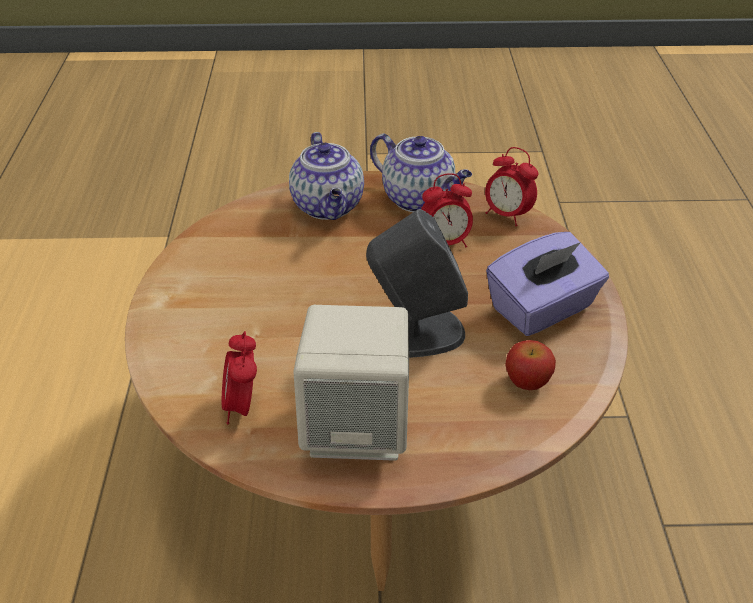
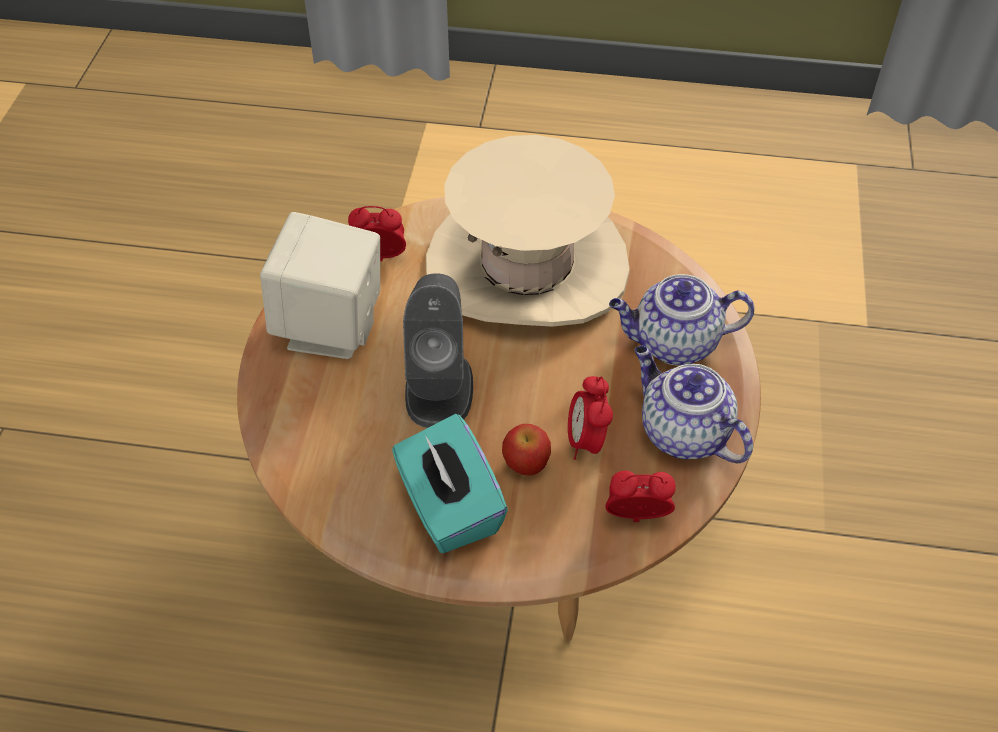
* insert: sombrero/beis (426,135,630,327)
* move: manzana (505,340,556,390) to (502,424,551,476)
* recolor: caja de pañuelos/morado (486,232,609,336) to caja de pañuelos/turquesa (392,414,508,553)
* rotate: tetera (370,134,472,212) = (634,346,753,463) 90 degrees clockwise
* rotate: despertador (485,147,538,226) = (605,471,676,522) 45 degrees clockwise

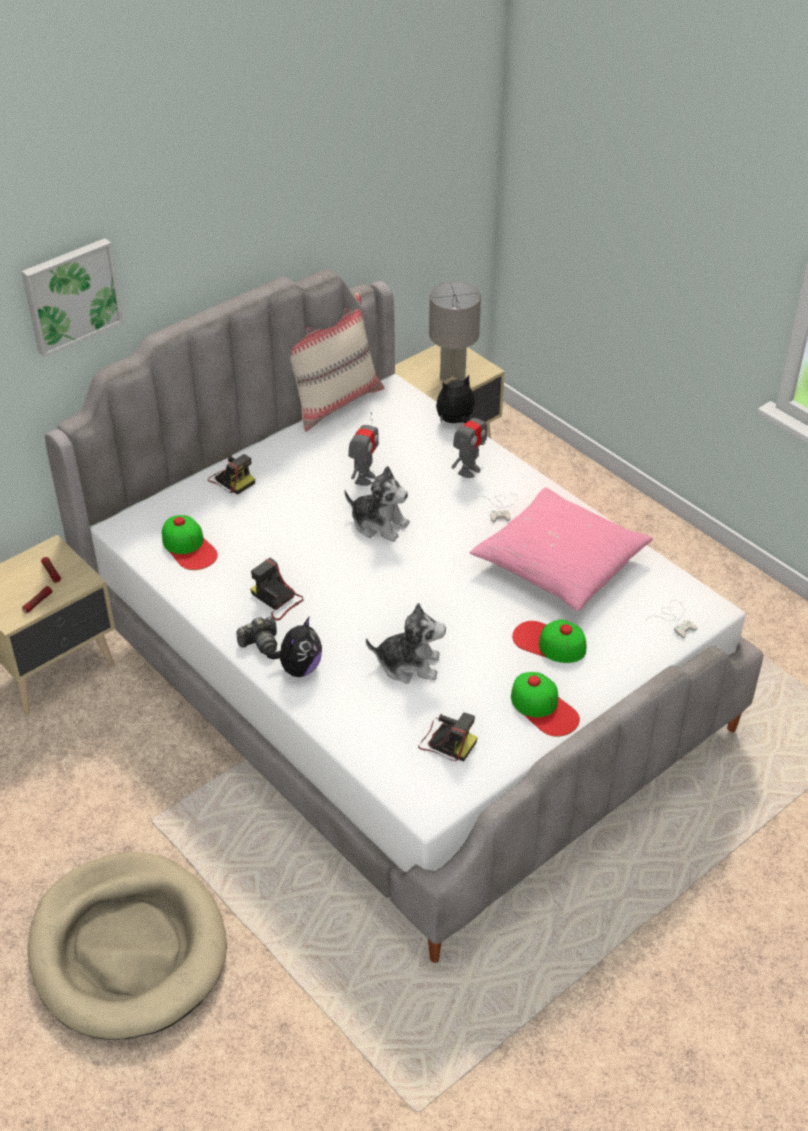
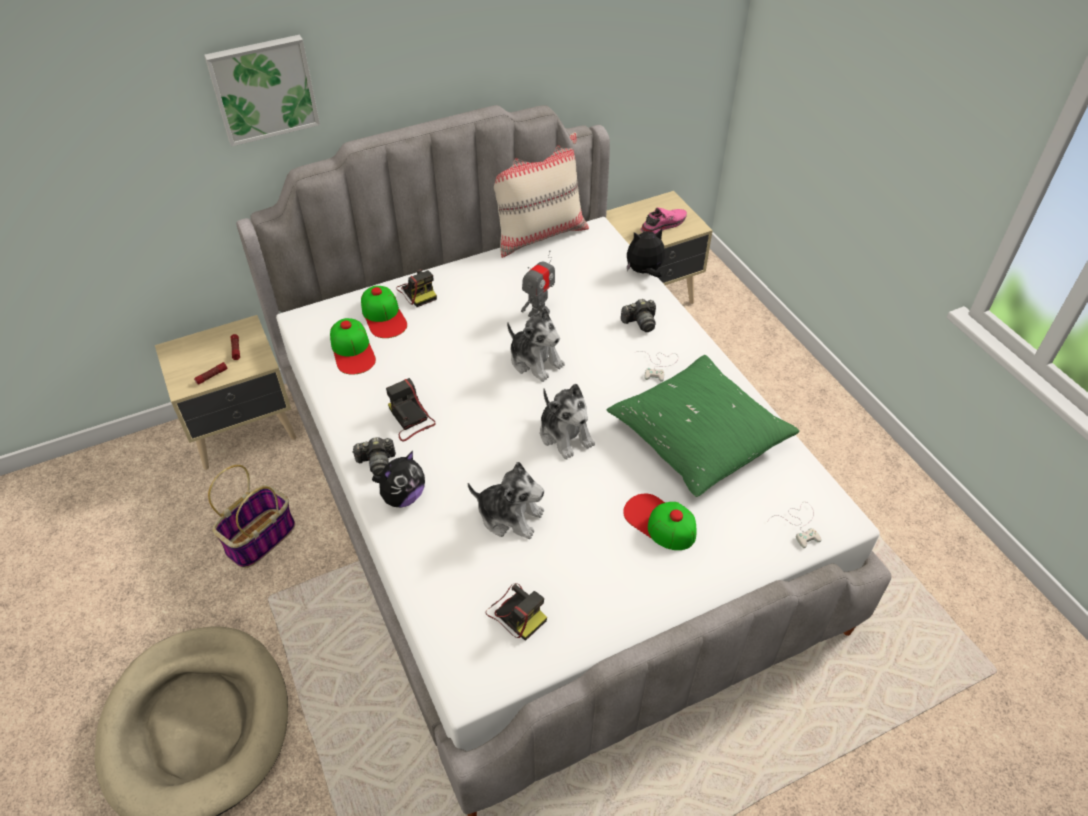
* insert: cesta (208,465,295,568)
* insert: peluche (540,384,595,459)
* move: gorra (511,672,580,737) to (361,286,407,338)
* replace: lámpara de mesa/gris (429,282,481,381) to zapato/rosa (640,207,687,234)
* replace: robot de juguete (451,407,487,478) to cámara (621,299,656,332)
* recolor: cojín/rosa (470,487,653,611) to cojín/verde (607,355,799,497)

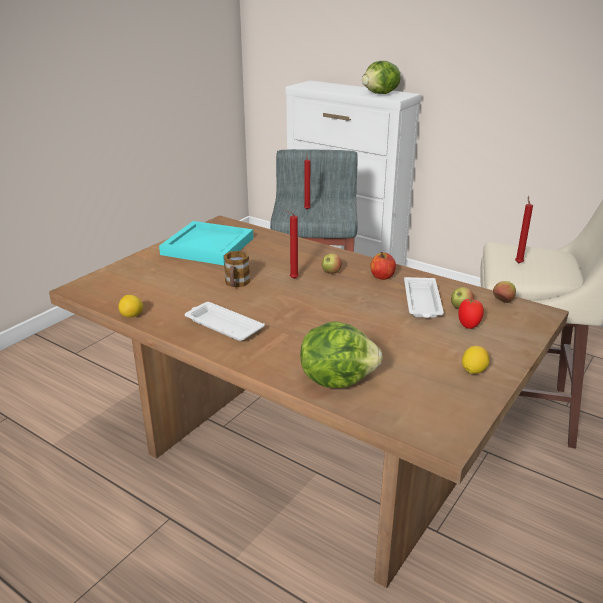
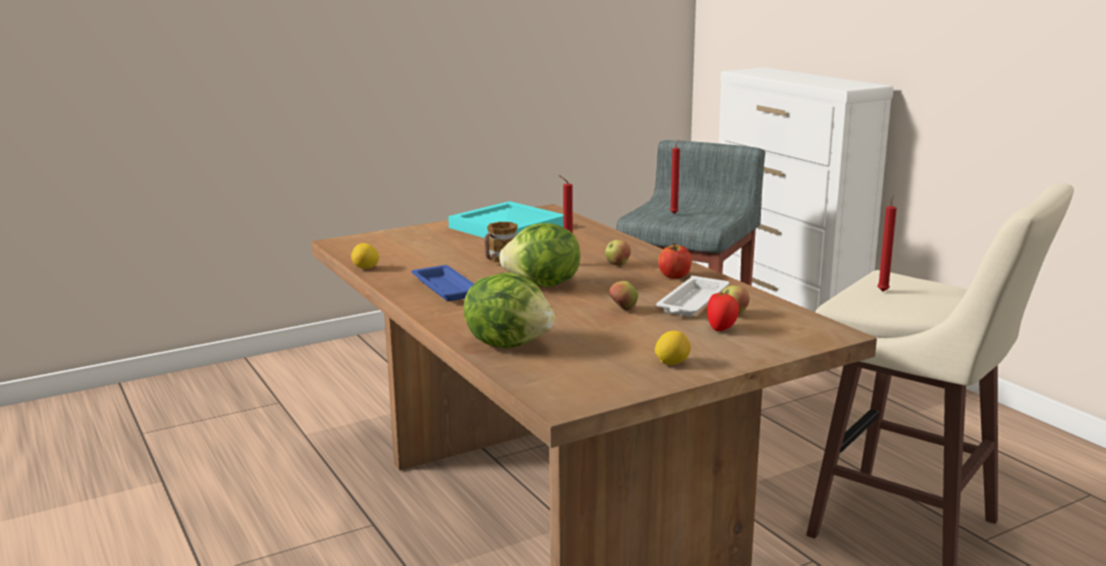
* move: lechuga (362,61,401,94) to (499,223,580,287)
* move: manzana (493,281,516,303) to (609,281,638,310)
* recolor: bandeja/blanco (185,302,265,341) to bandeja/azul (411,265,474,301)

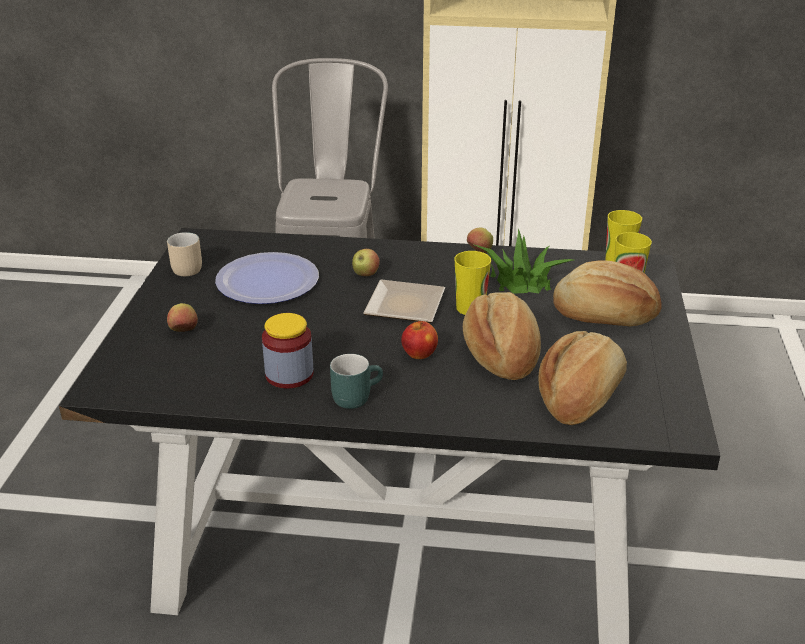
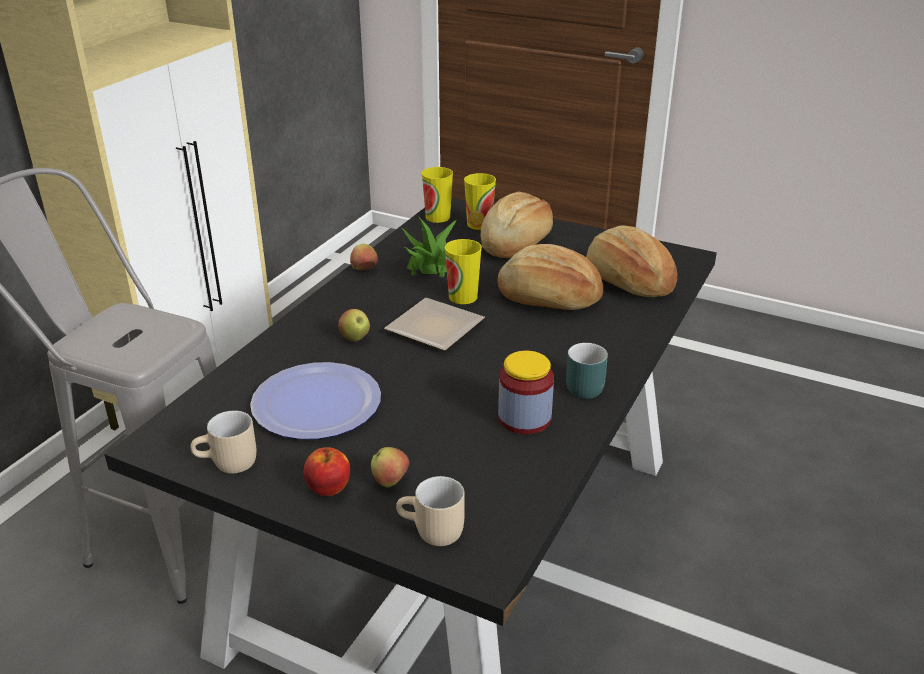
* insert: taza grande/beis (396,476,465,546)
* move: manzana (401,321,438,359) to (304,447,350,496)

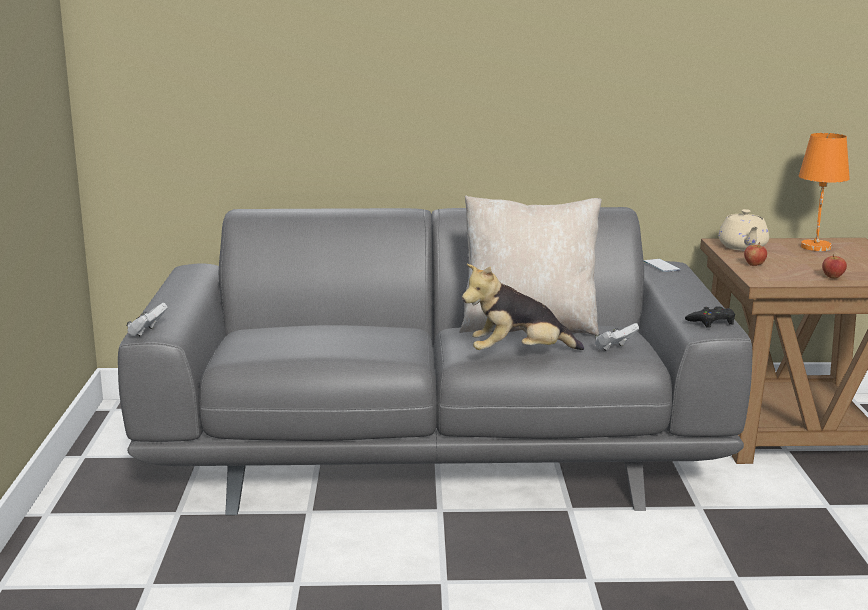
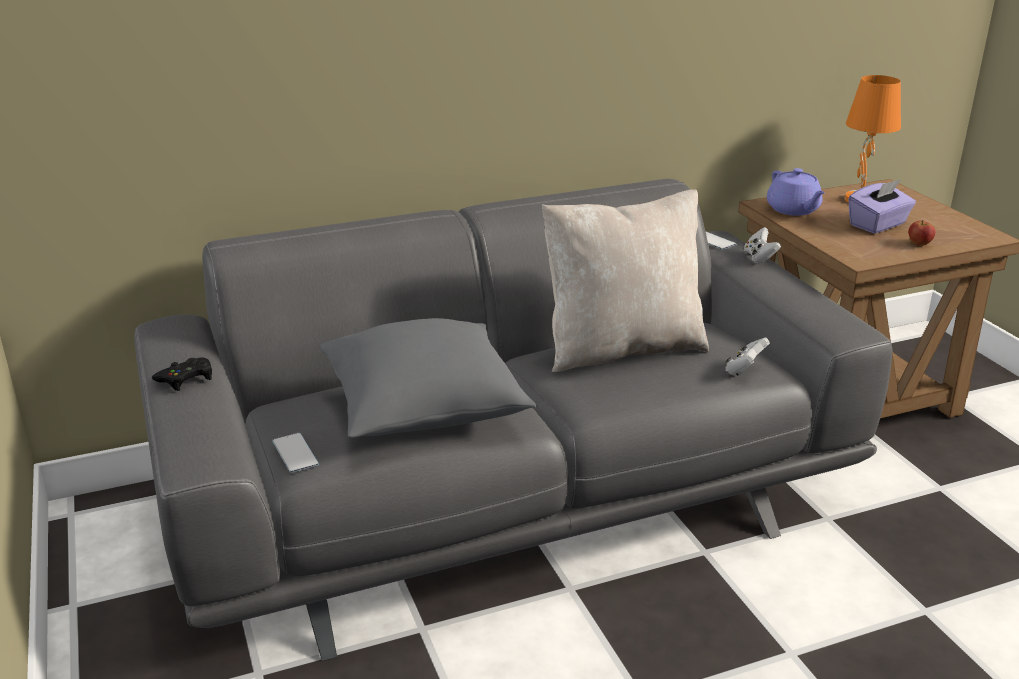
* delete: peluche (462,264,584,350)
* delete: manzana (744,242,767,266)
* insert: móvil (272,433,319,473)
* insert: cojín/gris (319,318,536,438)
* insert: caja de pañuelos/morado (849,179,916,234)
* move: mando de consola/blanco (126,303,168,337) to (744,227,781,264)
* move: mando de consola/negro (685,306,735,328) to (152,358,212,391)
* recolor: tetera/beis (719,209,769,251) to tetera/morado (767,168,825,216)

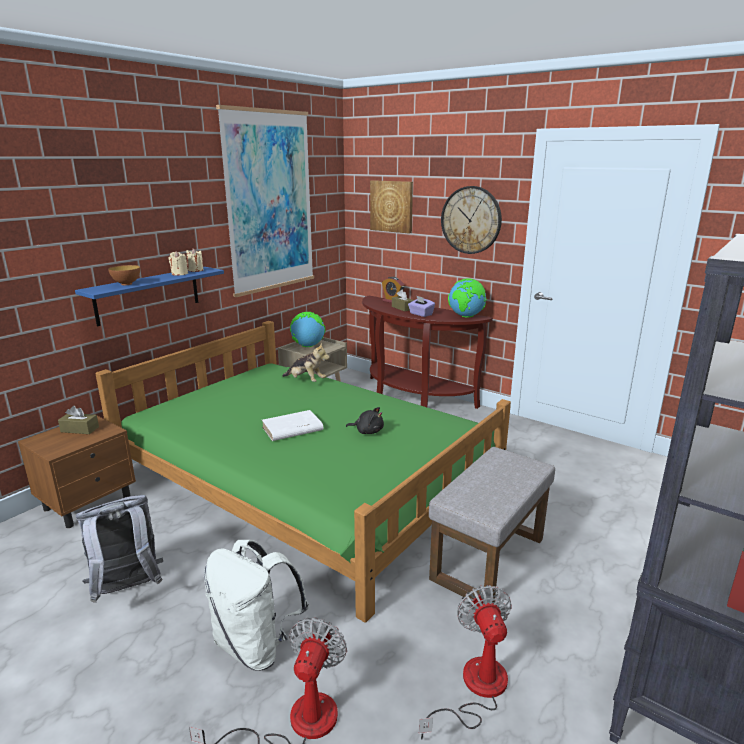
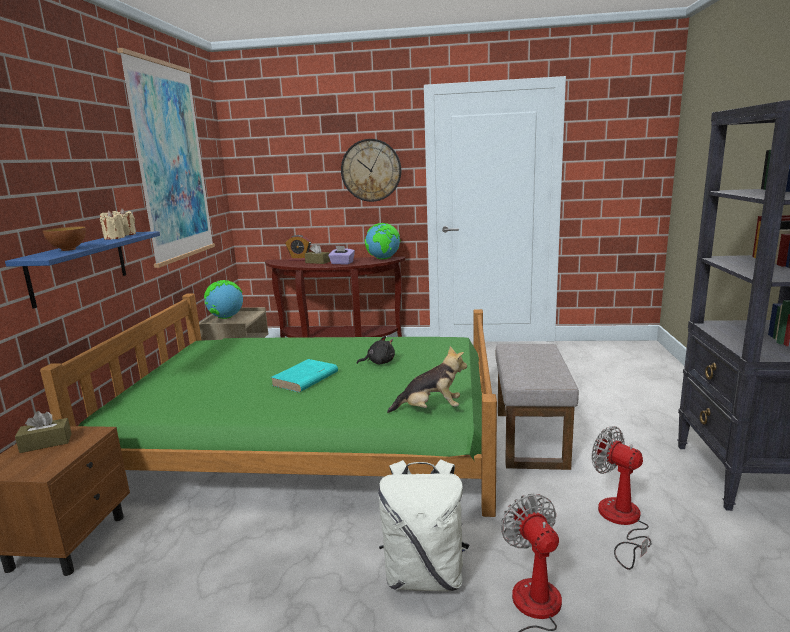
* delete: mochila/gris (76,495,163,603)
* delete: cuadro (370,180,413,234)
* move: peluche (282,342,330,382) to (387,346,467,413)
* recolor: libro/blanco (262,410,323,441) to libro/turquesa (270,359,338,392)

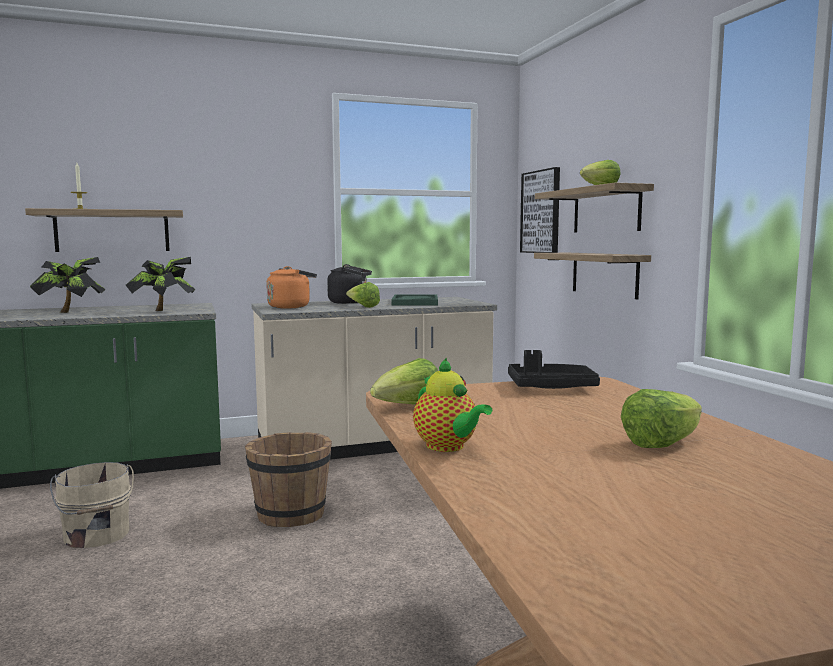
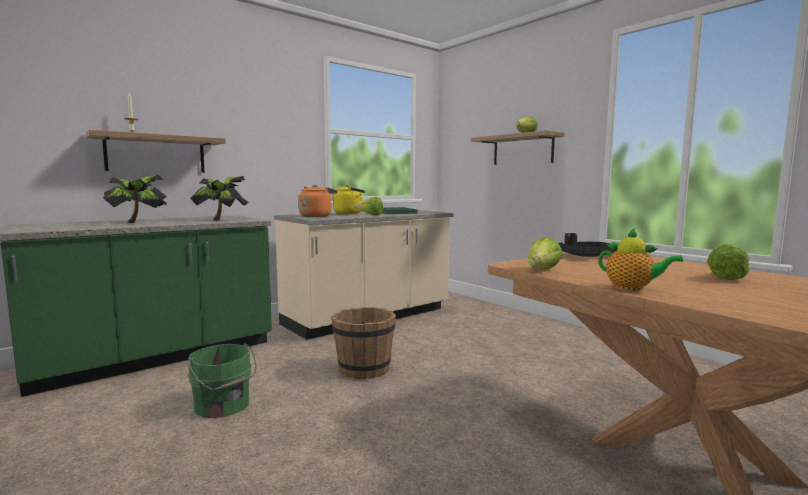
* delete: cuadro (520,167,560,253)
* delete: estante (534,253,651,299)
* recolor: cubo/beis (50,462,134,548) to cubo/verde (188,343,256,418)
* recolor: hervidor/negro (327,264,372,304) to hervidor/amarillo (333,185,365,214)

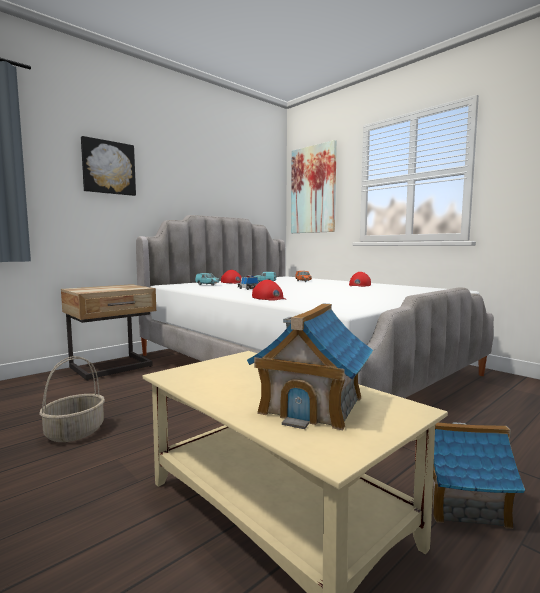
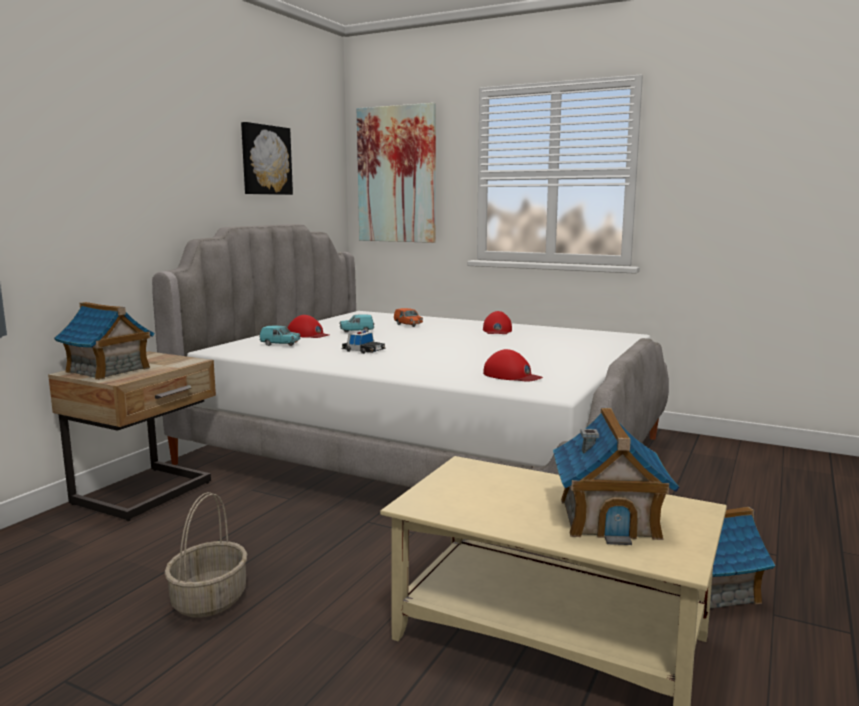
* insert: casita (54,302,154,380)
* move: cuadro (81,136,136,196) to (241,122,293,195)
* move: gorra/rojo (252,280,286,301) to (483,349,543,382)

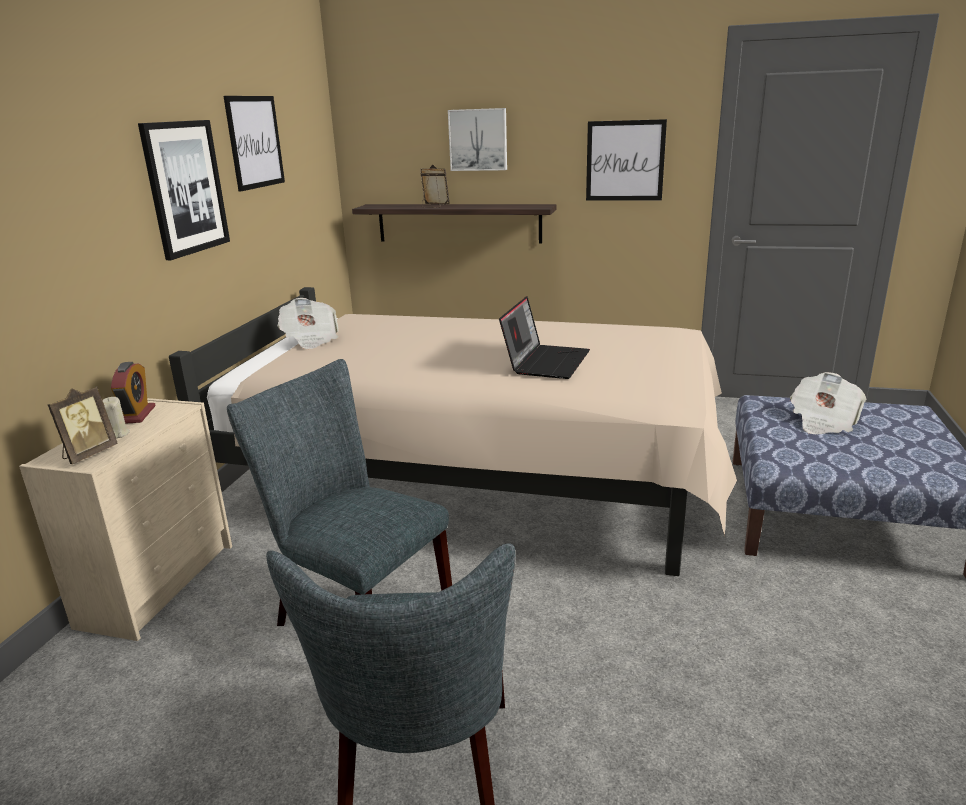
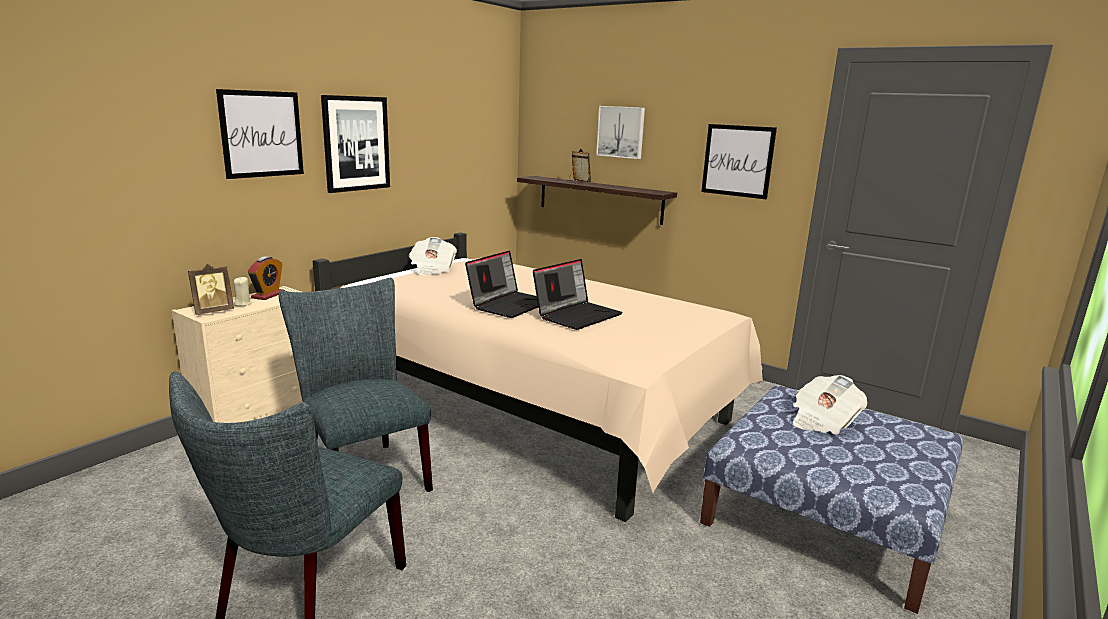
* insert: portátil (465,251,538,318)
* move: cuadro (223,96,285,192) to (216,89,304,179)

